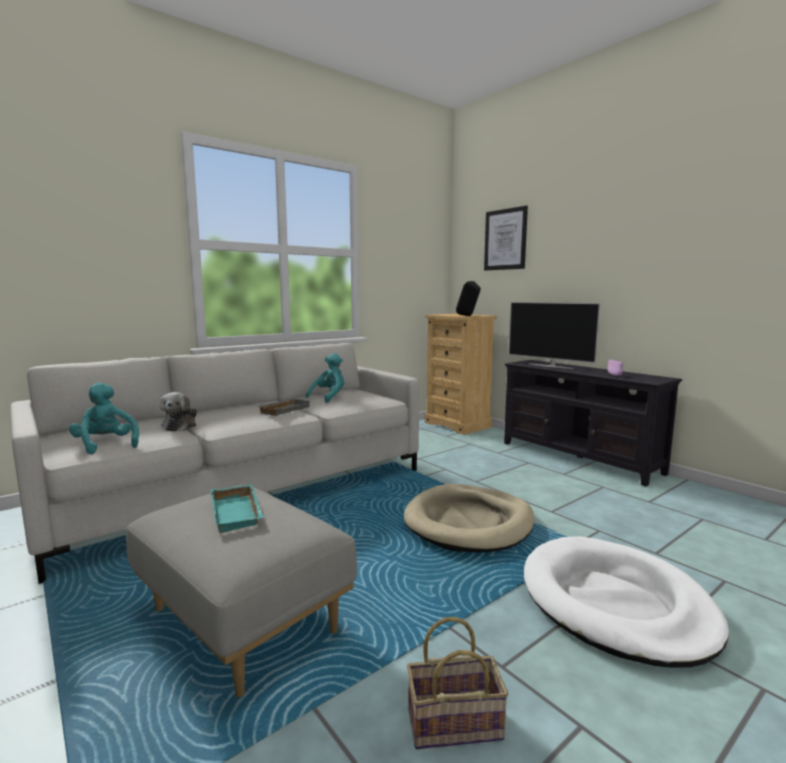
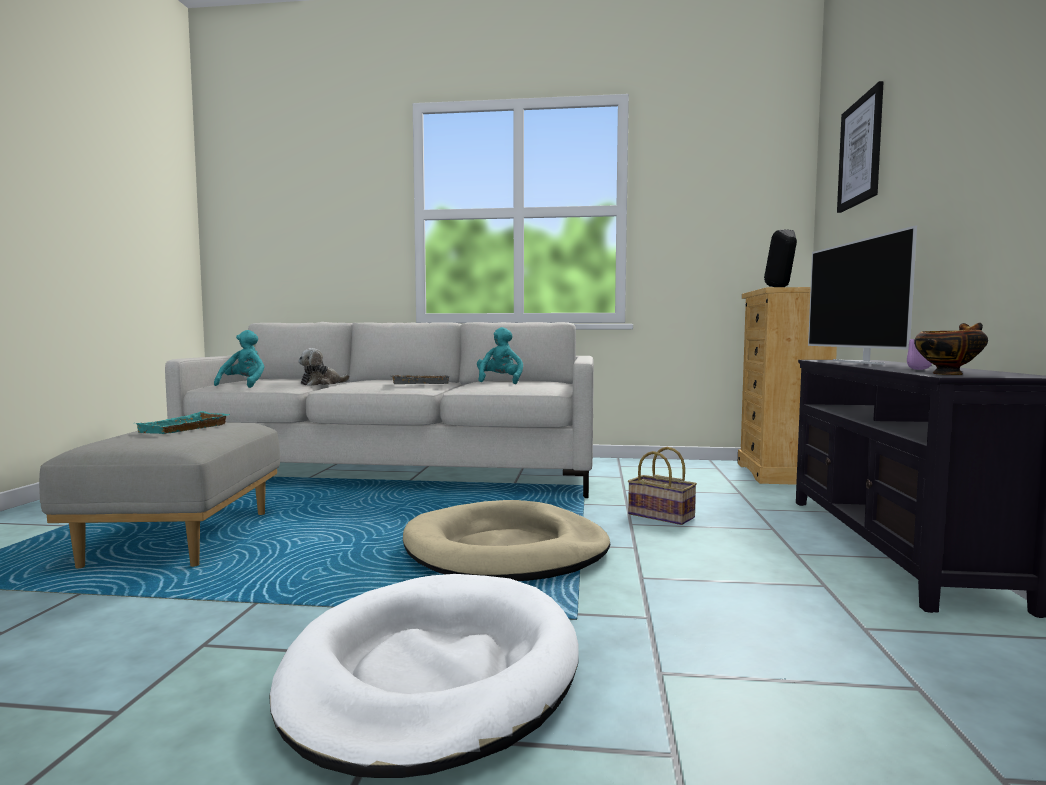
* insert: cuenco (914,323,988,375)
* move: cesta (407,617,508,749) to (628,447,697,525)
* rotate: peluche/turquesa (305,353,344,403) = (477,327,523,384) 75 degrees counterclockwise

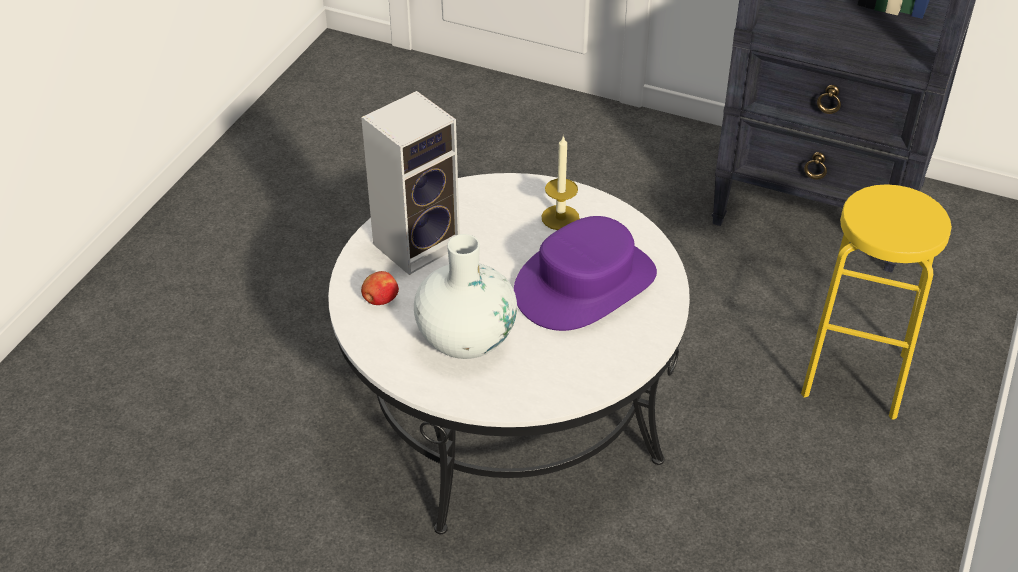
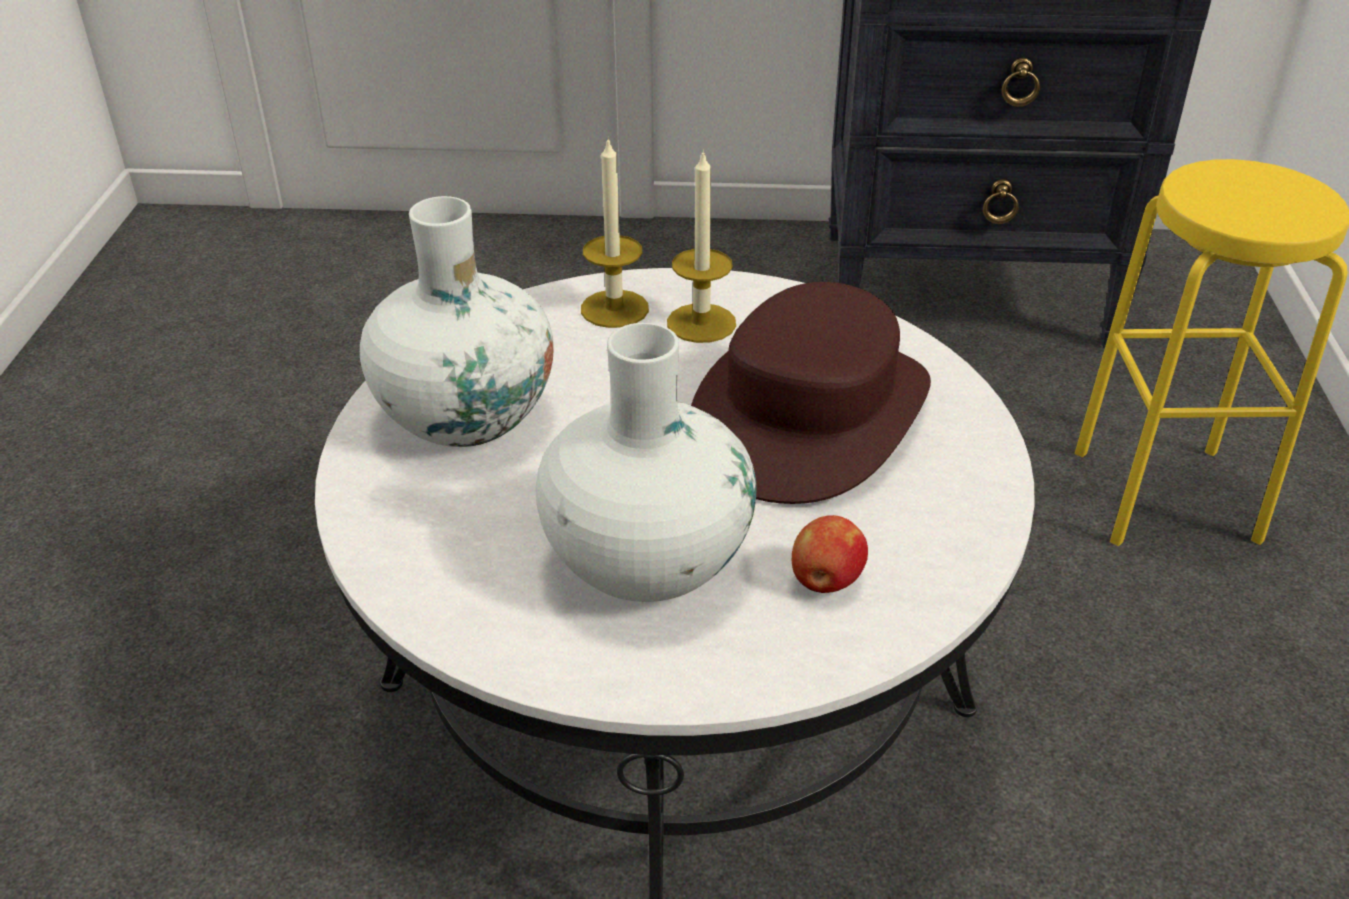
* insert: vela (581,136,649,328)
* move: manzana (361,271,399,305) to (792,515,868,593)
* replace: altavoz (361,91,460,275) to florero/blanco (360,196,553,447)
* recolor: sombrero/morado (514,216,657,331) to sombrero/marrón (691,282,931,504)

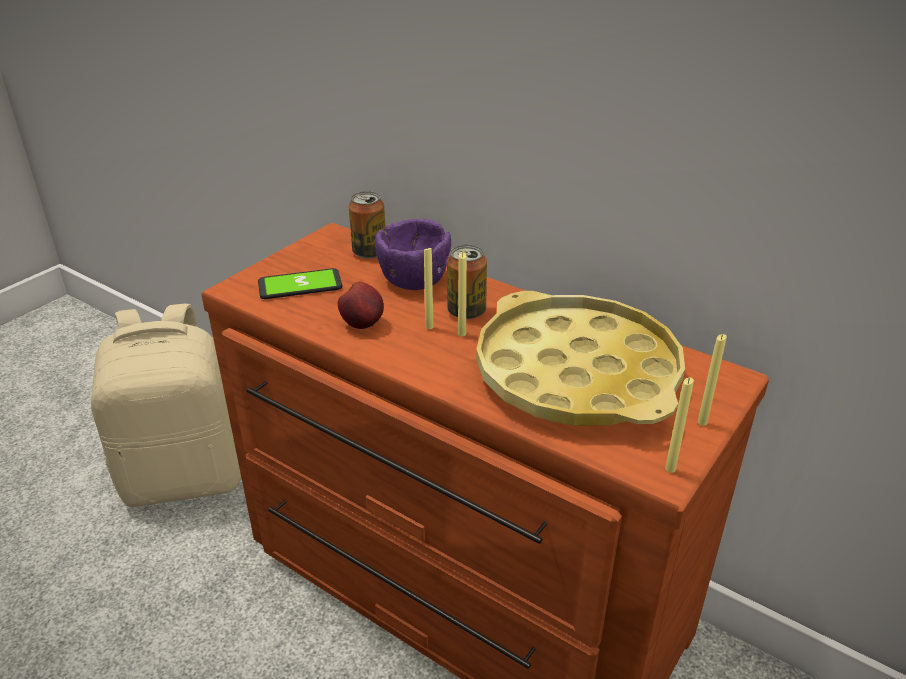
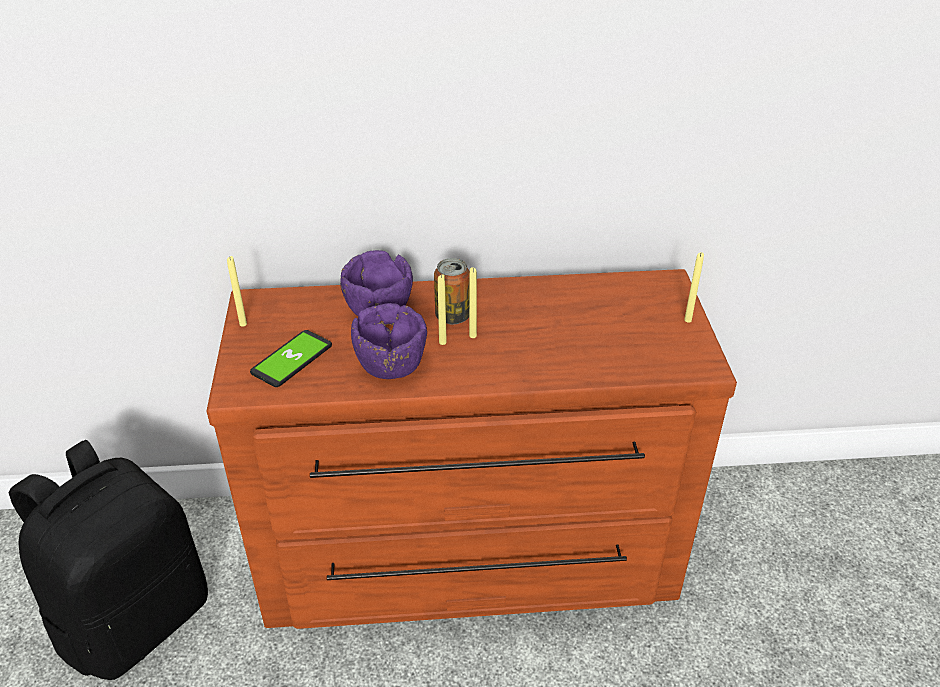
* delete: lata (348,191,385,258)
* delete: bandeja/amarillo (476,291,685,426)
* move: vela/amarillo (665,378,694,473) to (227,256,247,327)
* replace: manzana (338,282,384,329) to cuenco/morado (351,303,427,379)
* recolor: mochila/beis (91,304,242,507) to mochila/negro (9,440,208,680)

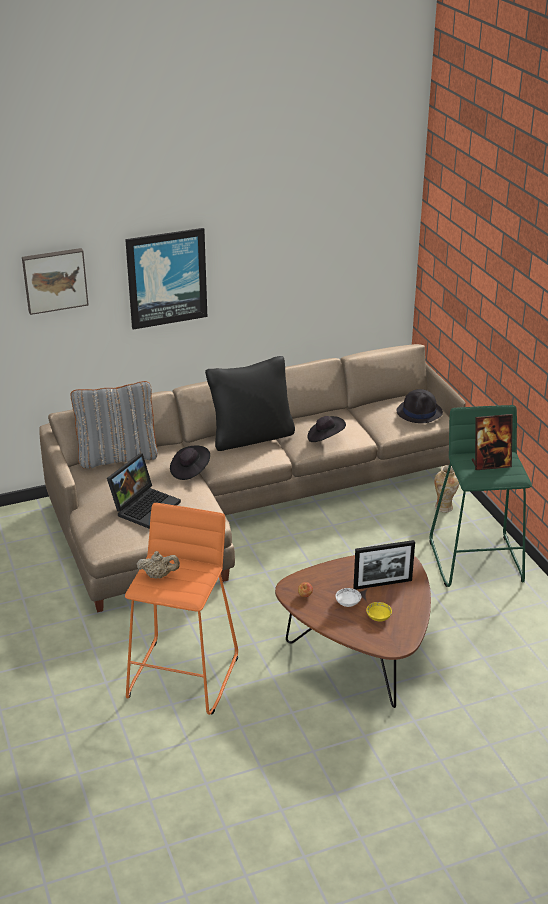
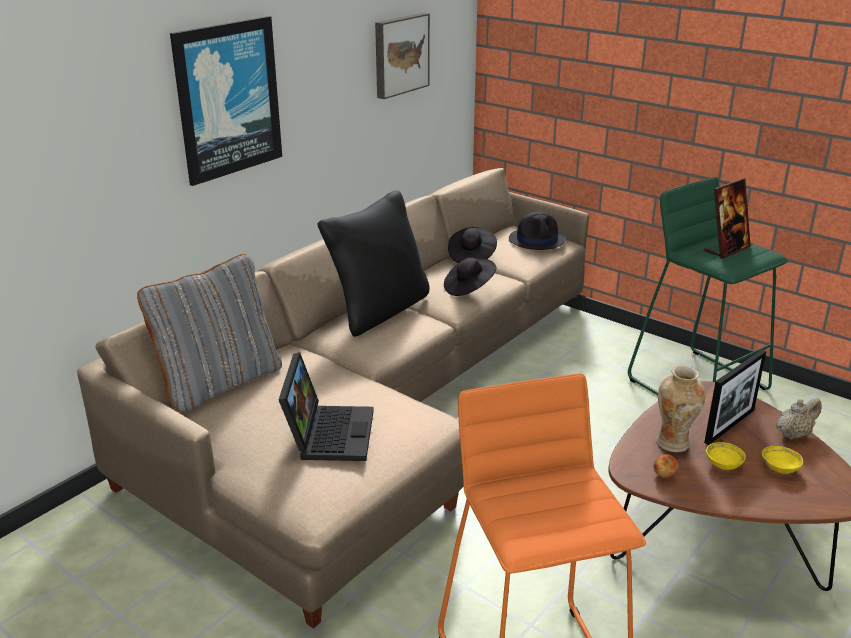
* move: cuadro (22,248,89,315) to (375,13,430,99)
* move: tetera/beis (137,551,180,578) to (776,398,822,440)
* move: sombrero/negro (170,446,210,480) to (448,227,497,263)
* move: florero (434,465,459,513) to (656,366,706,452)
* recolor: cuenco/blanco (336,588,362,607) to cuenco/amarillo (706,442,746,470)

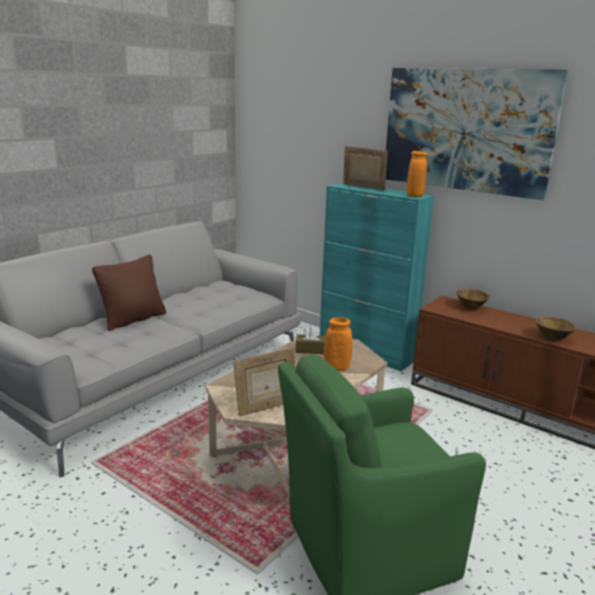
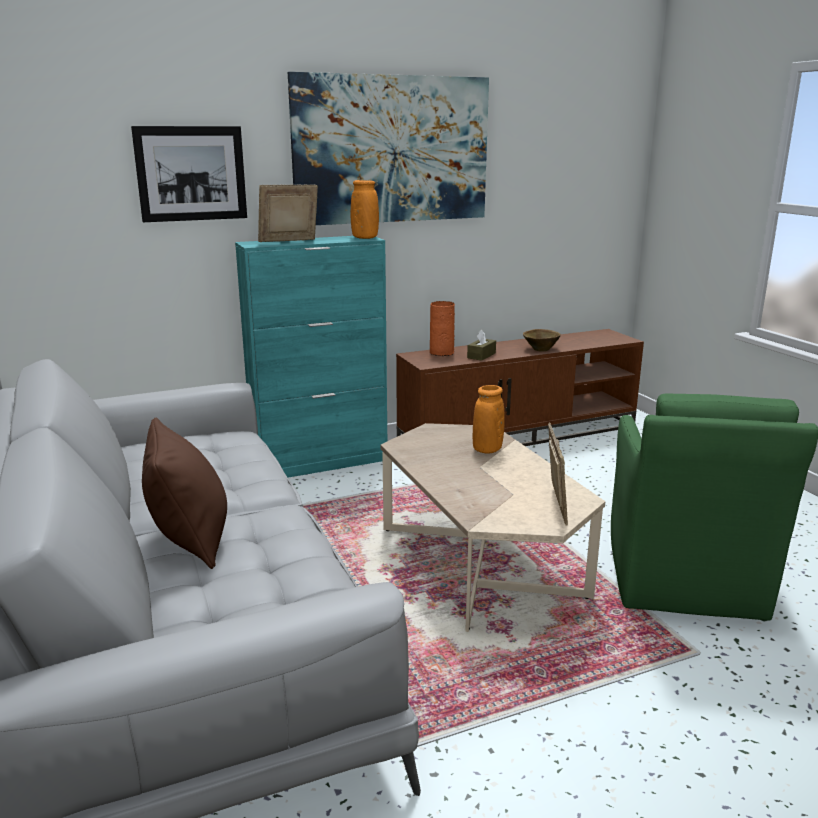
* insert: cuadro (131,126,247,222)
* move: caja de pañuelos/marrón (296,326,325,354) to (467,329,496,361)
* replace: cuenco/marrón (456,289,489,310) to florero/naranja (430,301,455,356)

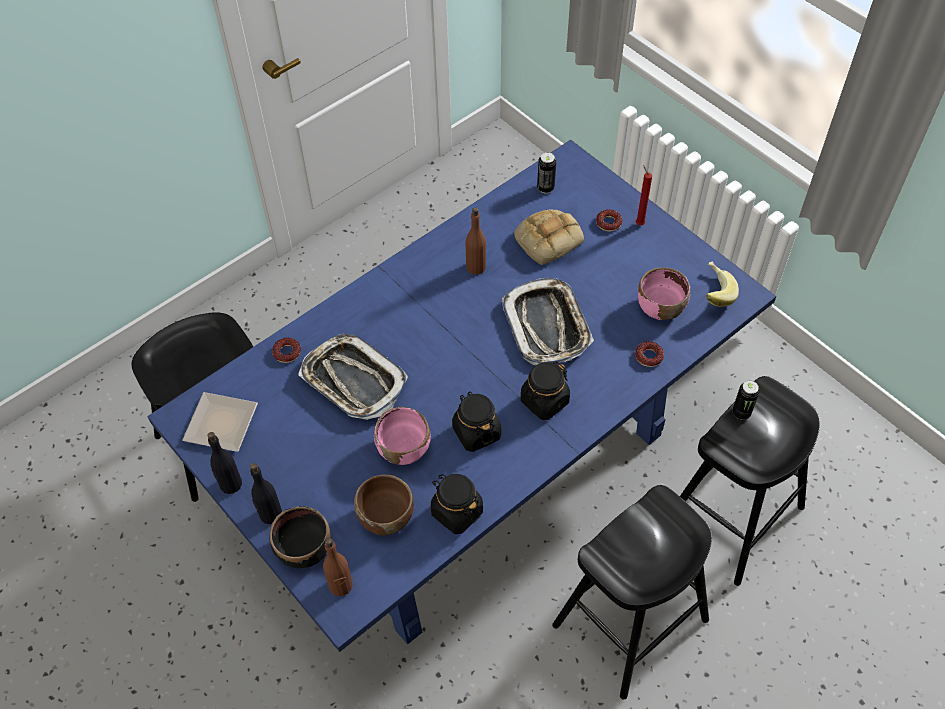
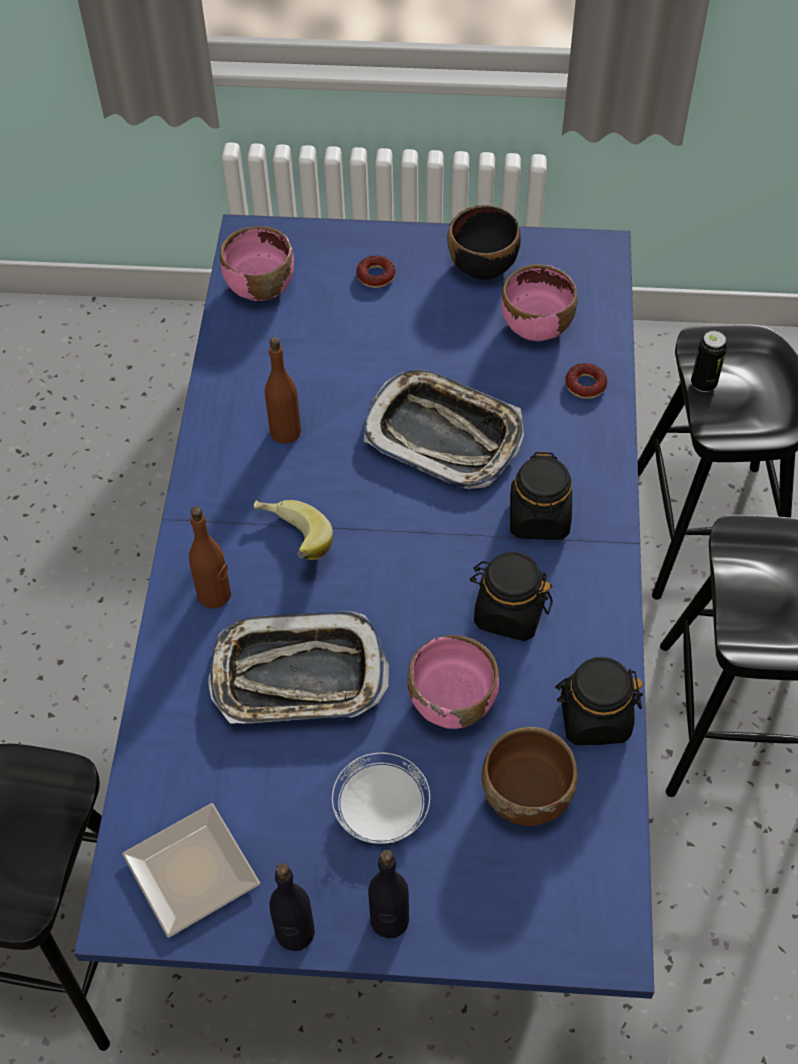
* delete: rosquilla (272,338,301,363)
* delete: pan (514,209,584,265)
* delete: vela/rojo (636,165,652,225)
* insert: plato/blanco (332,753,430,844)
* move: cuenco/negro (269,506,331,568) to (447,205,520,280)
* move: botella/marrón (323,538,353,596) to (189,506,231,609)
* move: plátano (705,261,739,307) to (253,500,333,560)
* replace: lata (537,152,556,193) to cuenco/rosa (220,226,294,301)

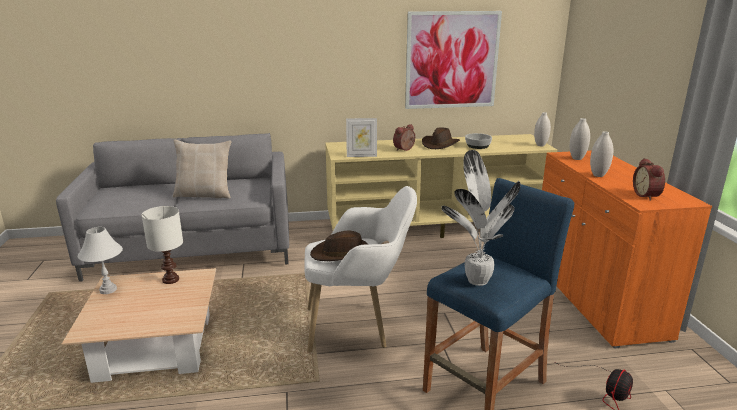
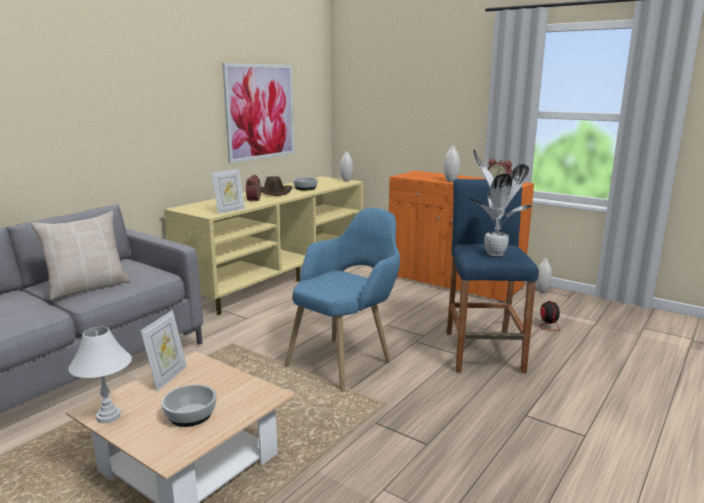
* delete: sombrero/marrón (310,231,369,261)
* insert: cuenco (161,384,217,427)
* move: florero/blanco (570,118,590,160) to (536,258,552,292)
* replace: lámpara de mesa/blanco (142,206,183,284) to portarretratos (140,310,187,391)
* recolor: sillón/blanco (304,186,417,353) to sillón/azul (285,208,400,391)

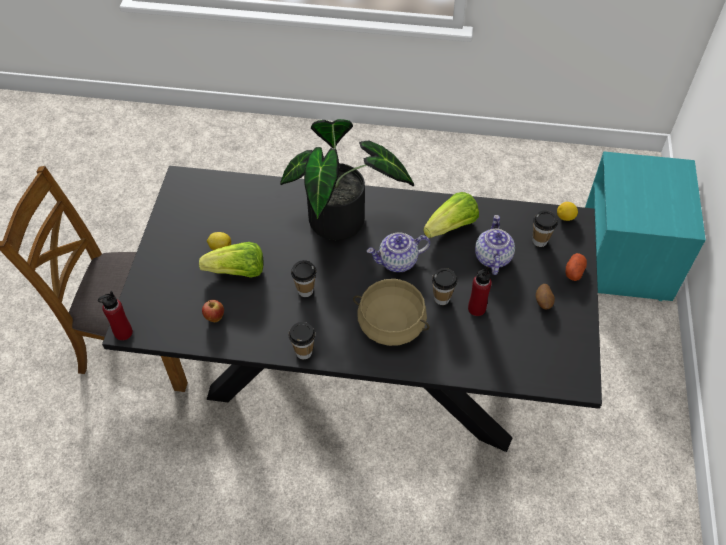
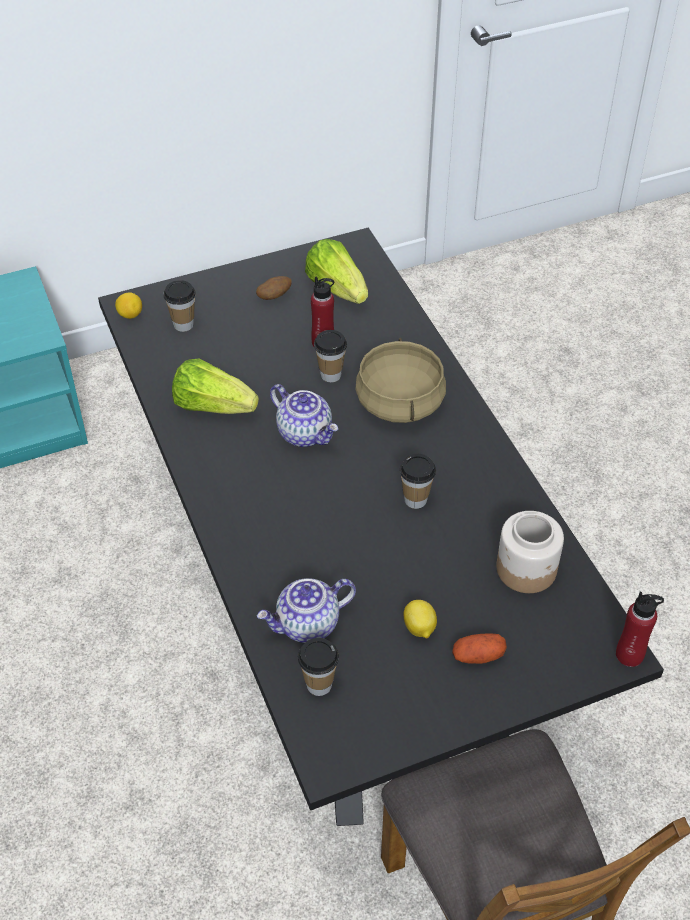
* delete: planta en maceta (280,119,414,240)
* move: lechuga (199,242,263,278) to (305,239,368,304)
* move: taza (289,322,315,359) to (298,638,339,696)
* move: tetera (475,215,515,275) to (257,578,356,643)
* move: patata (566,253,587,281) to (452,634,507,664)
* replace: manzana (202,300,224,322) to tarro (496,511,564,593)

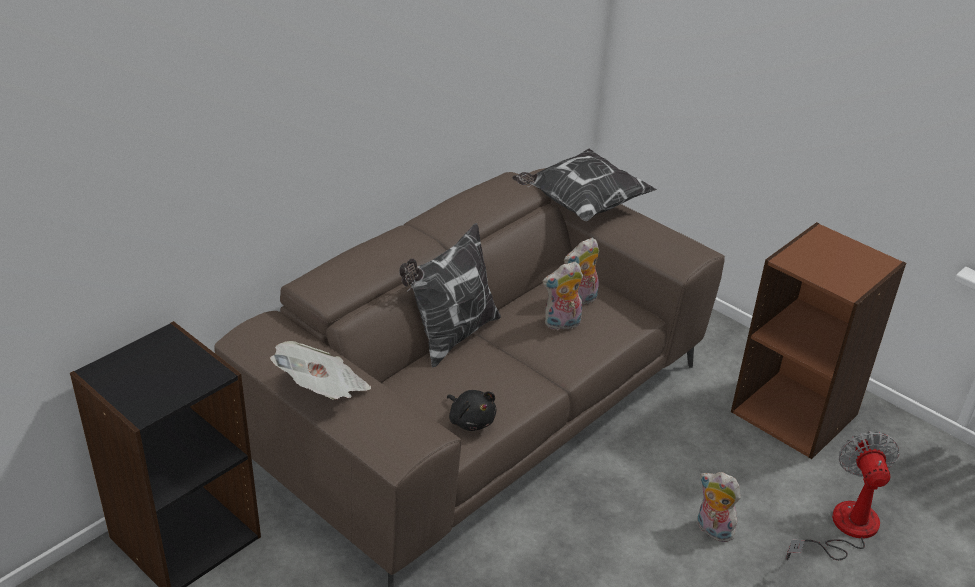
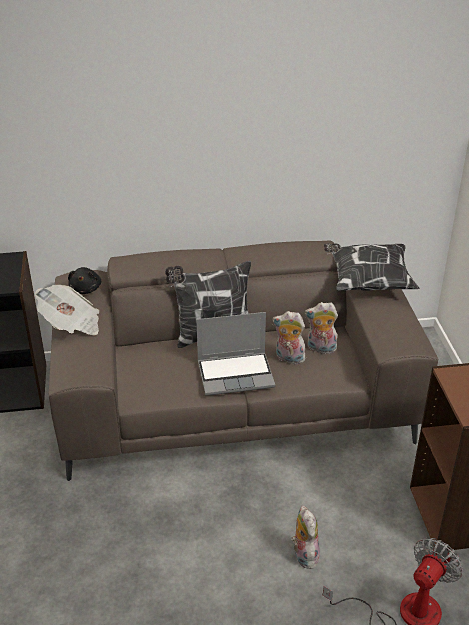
* insert: portátil (196,312,275,396)
* move: peluche/negro (447,390,497,431) to (68,267,101,294)

